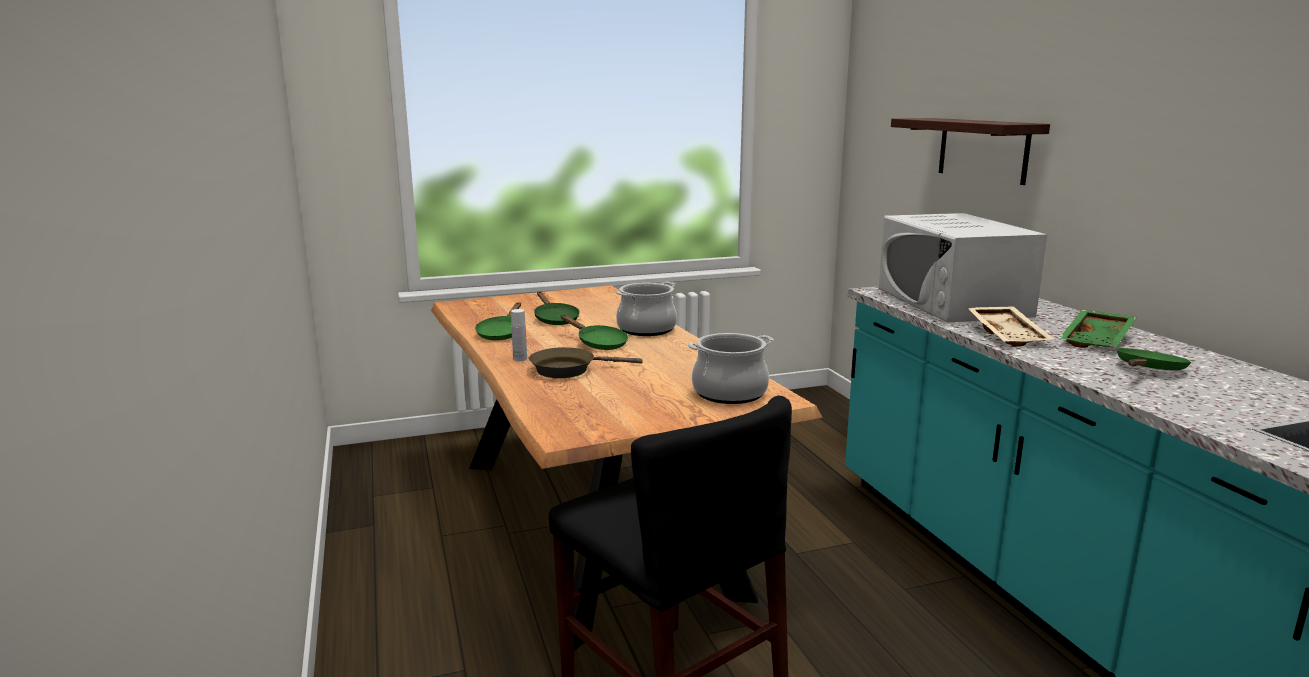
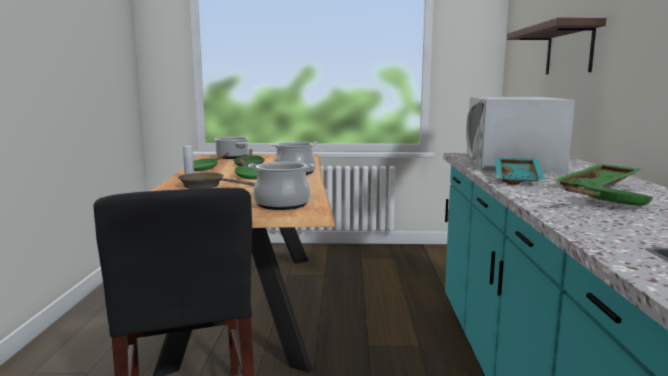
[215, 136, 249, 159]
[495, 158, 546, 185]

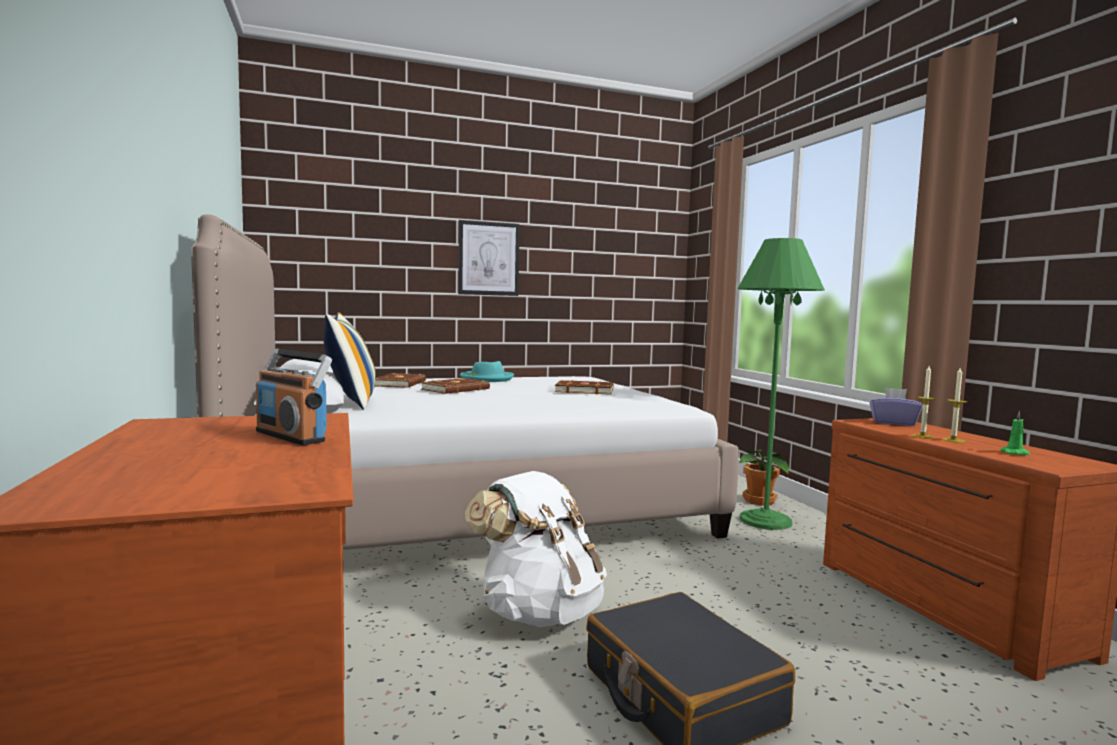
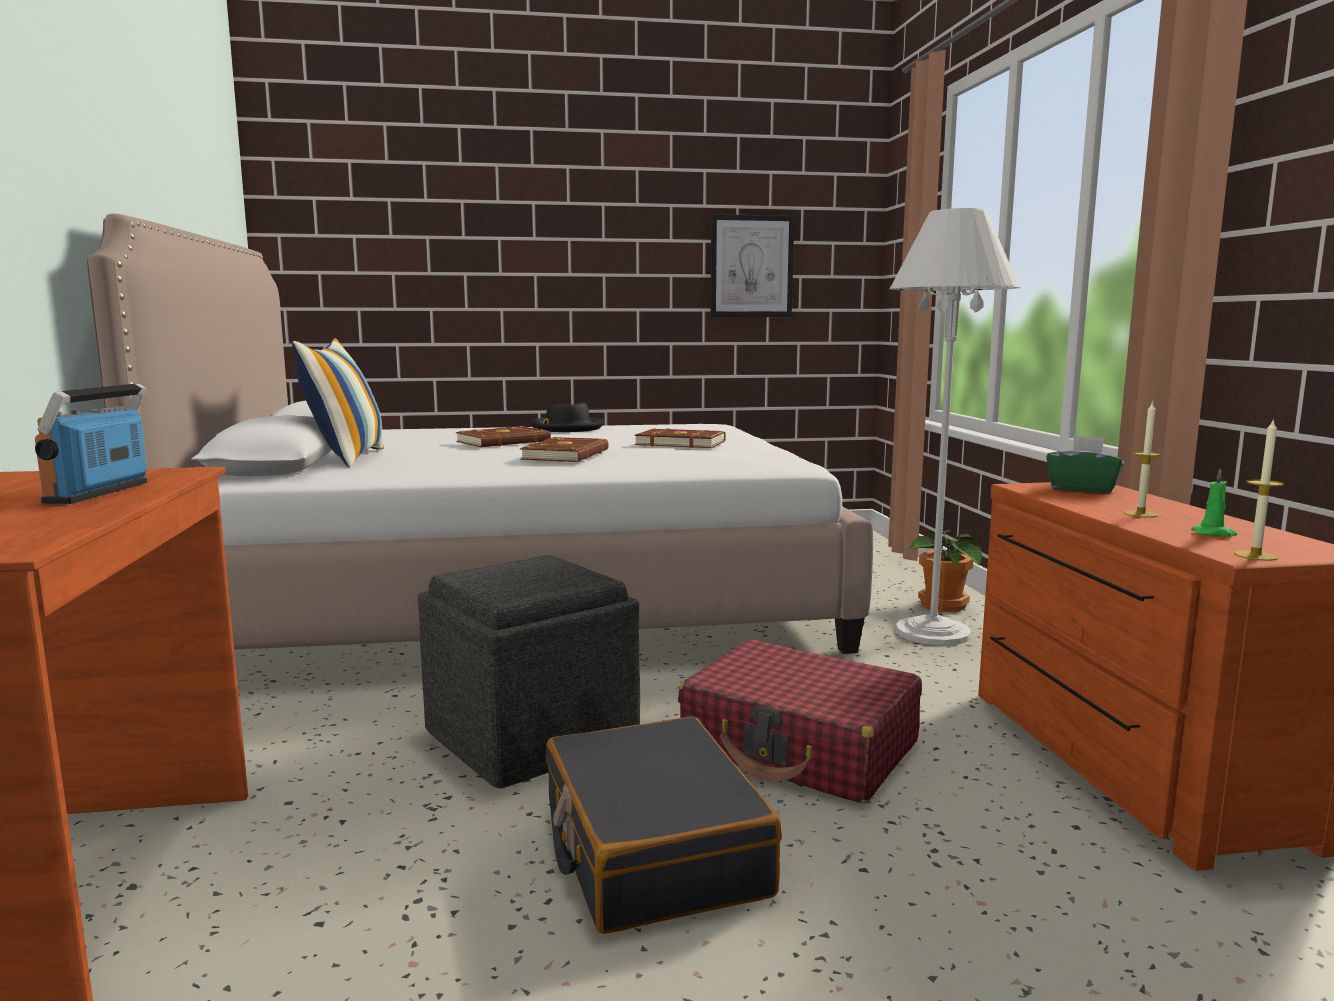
[678, 639, 922, 803]
[520, 437, 609, 462]
[710, 214, 794, 317]
[1234, 418, 1284, 561]
[418, 555, 640, 788]
[530, 403, 605, 432]
[890, 208, 1021, 646]
[1046, 435, 1124, 493]
[35, 384, 147, 504]

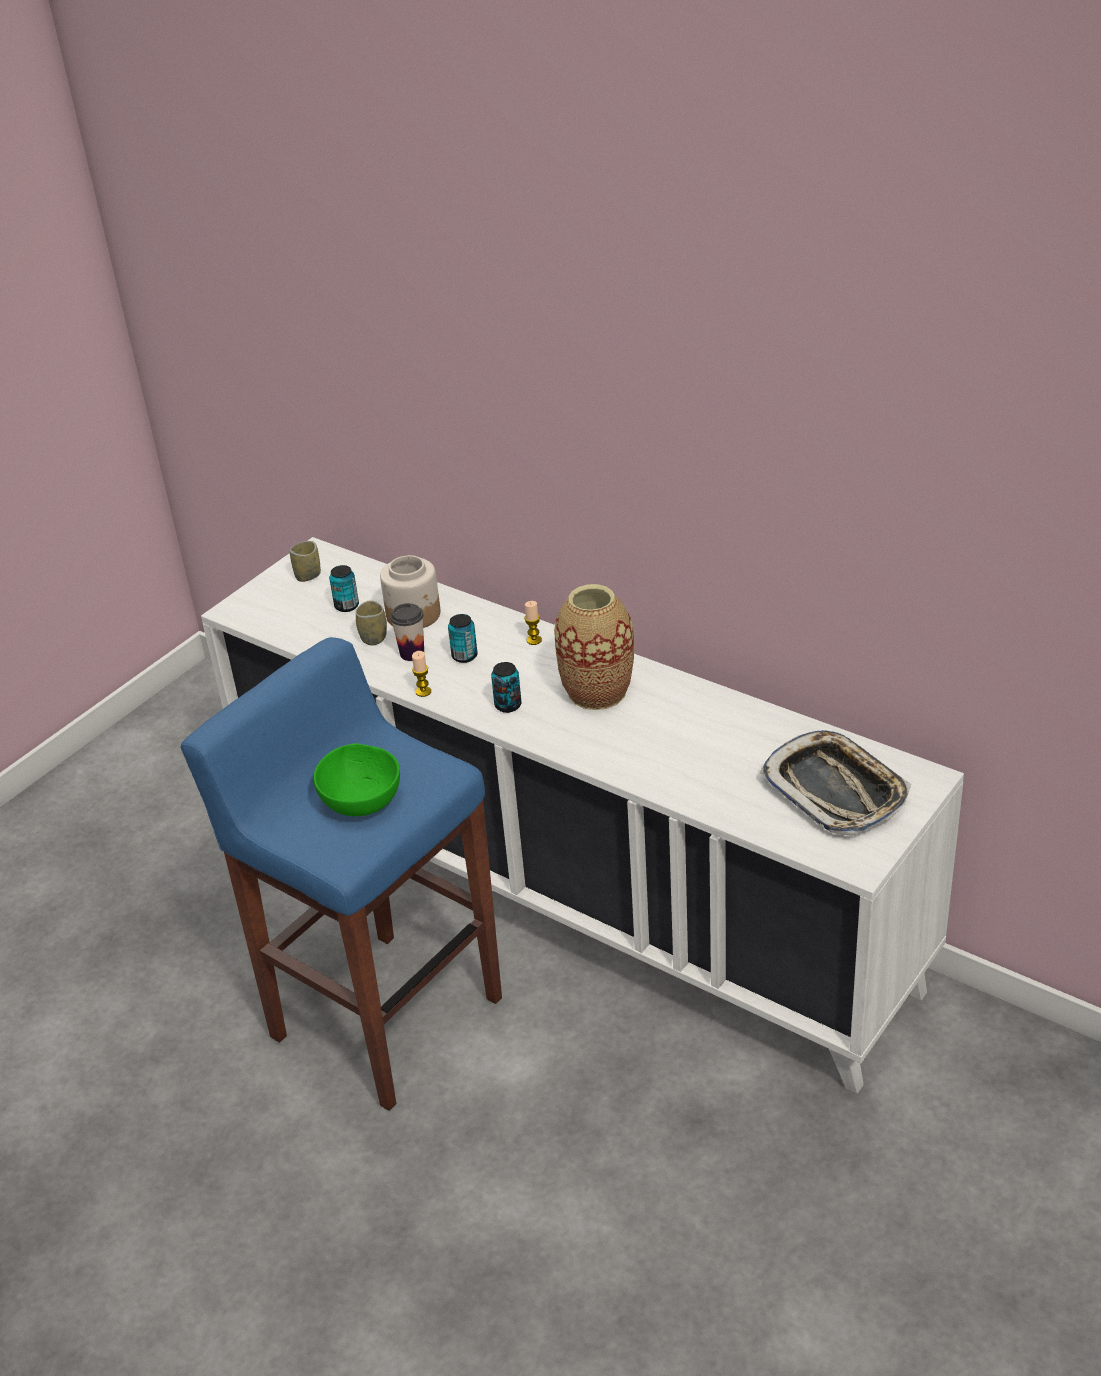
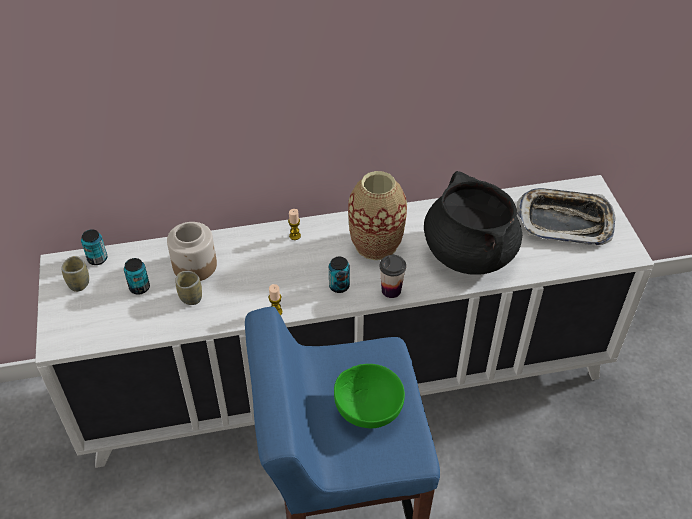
[424, 171, 522, 275]
[379, 255, 406, 298]
[81, 229, 107, 265]

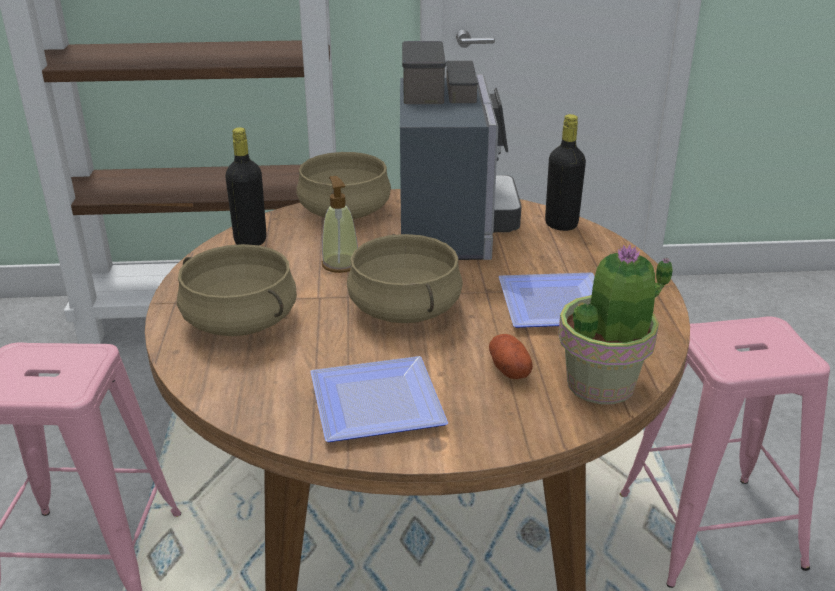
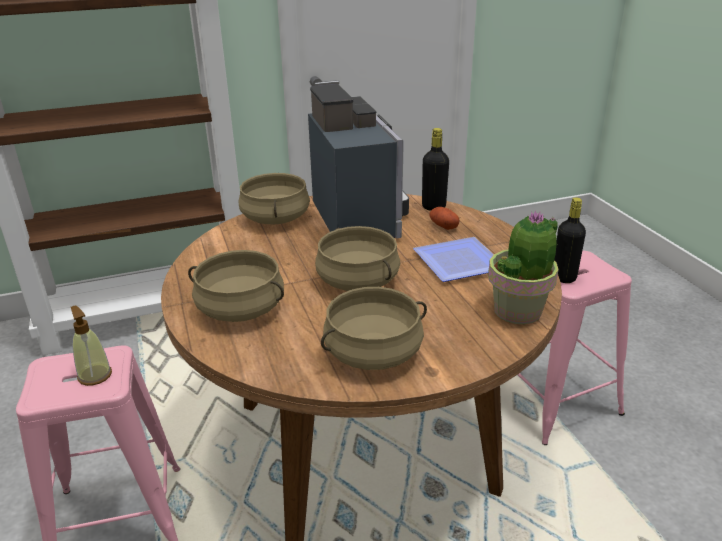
[554, 197, 586, 283]
[71, 306, 112, 386]
[430, 207, 459, 230]
[321, 287, 427, 370]

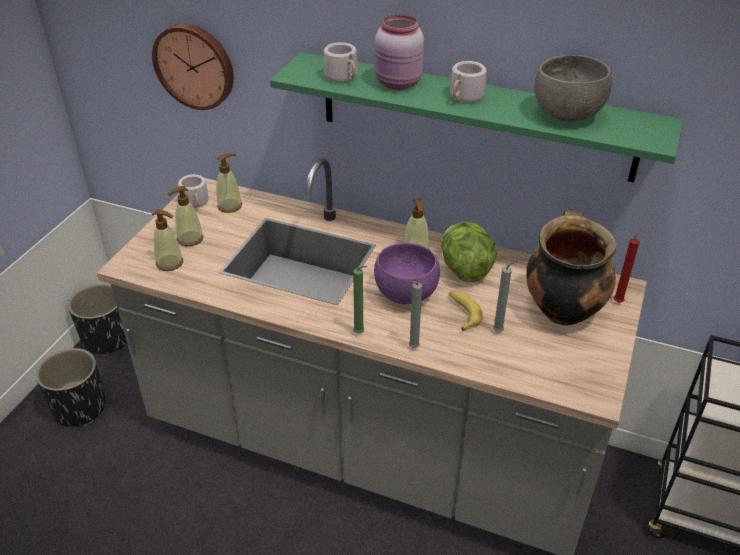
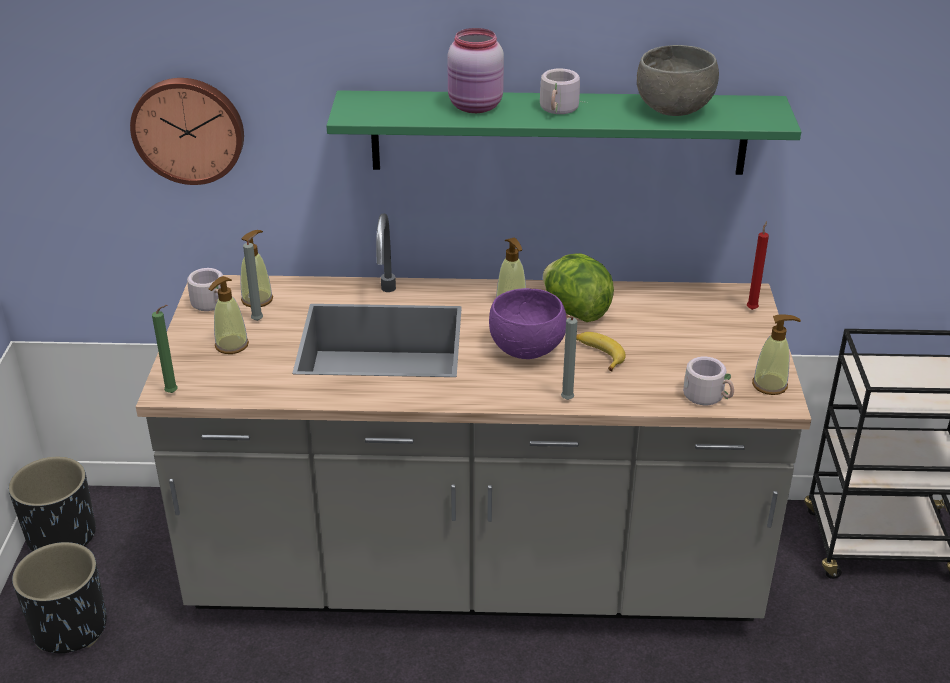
[526, 210, 616, 326] (first image)
[752, 314, 801, 395]
[683, 357, 734, 405]
[152, 305, 178, 393]
[243, 233, 263, 321]

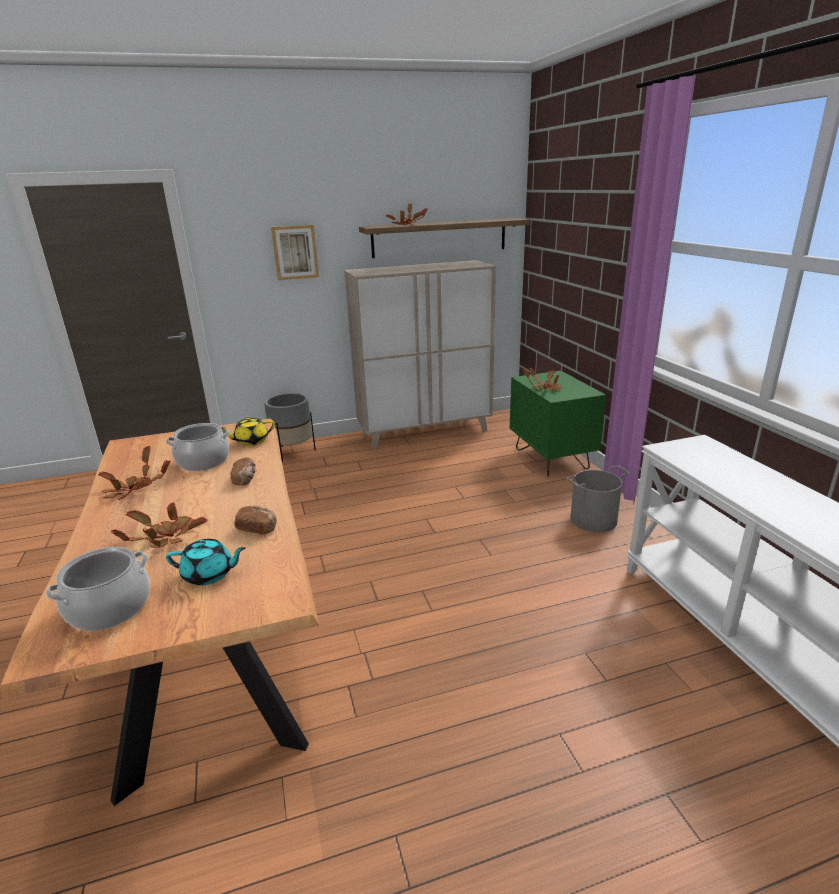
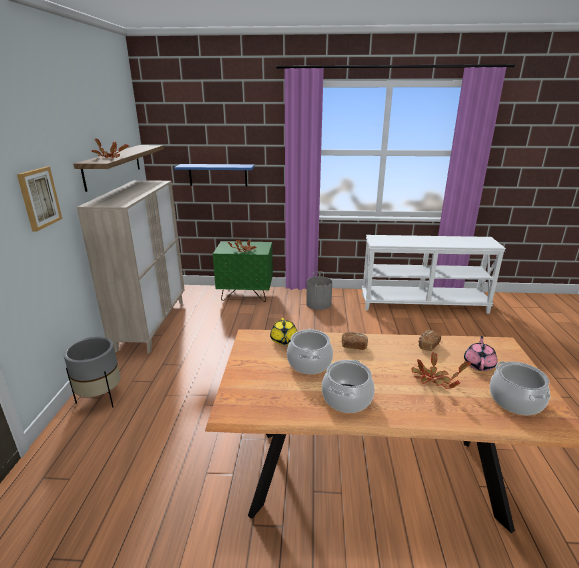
[174, 164, 255, 186]
[322, 360, 375, 413]
[464, 336, 497, 371]

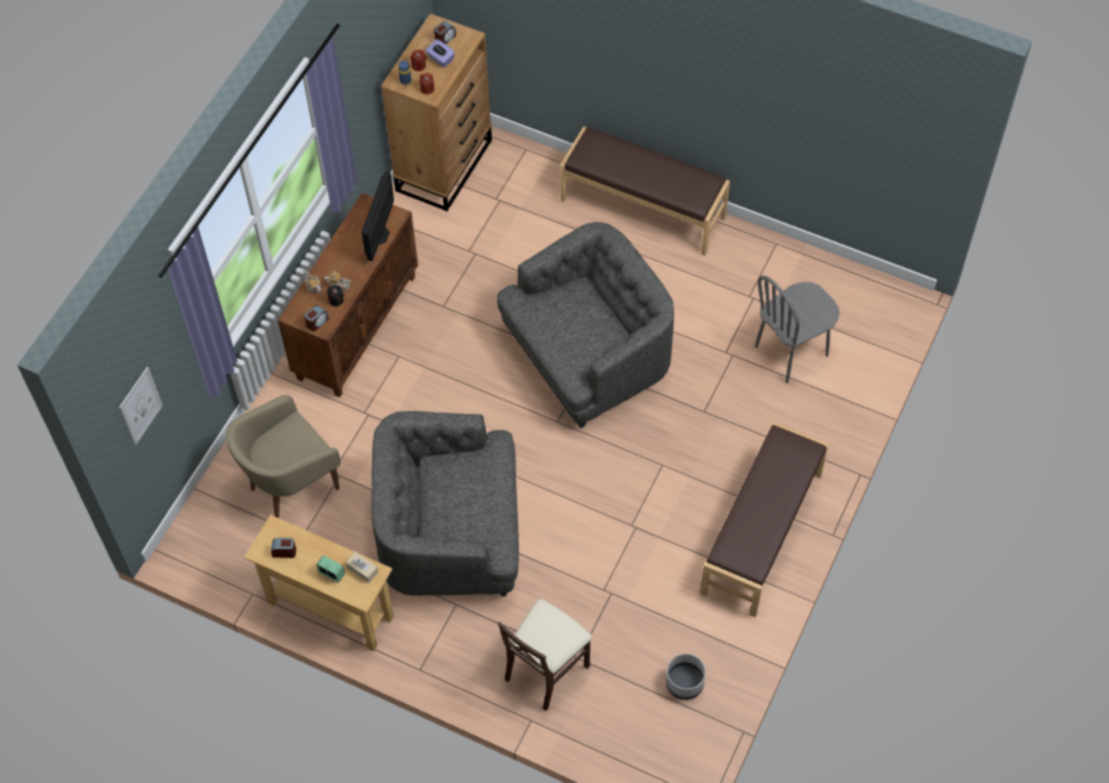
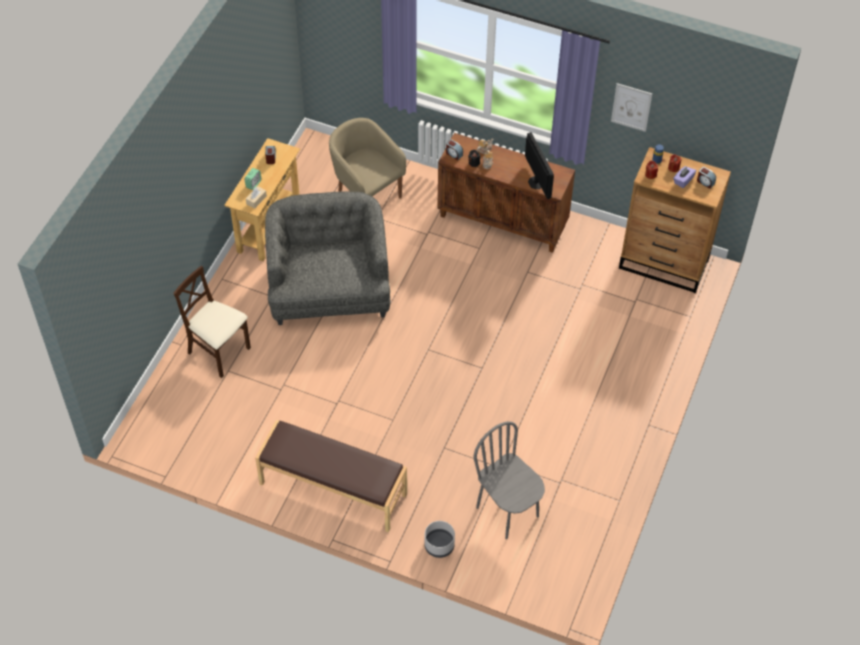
[497, 222, 674, 428] (first image)
[560, 126, 730, 256] (first image)
[611, 83, 652, 132]
[424, 521, 455, 558]
[525, 132, 554, 199]

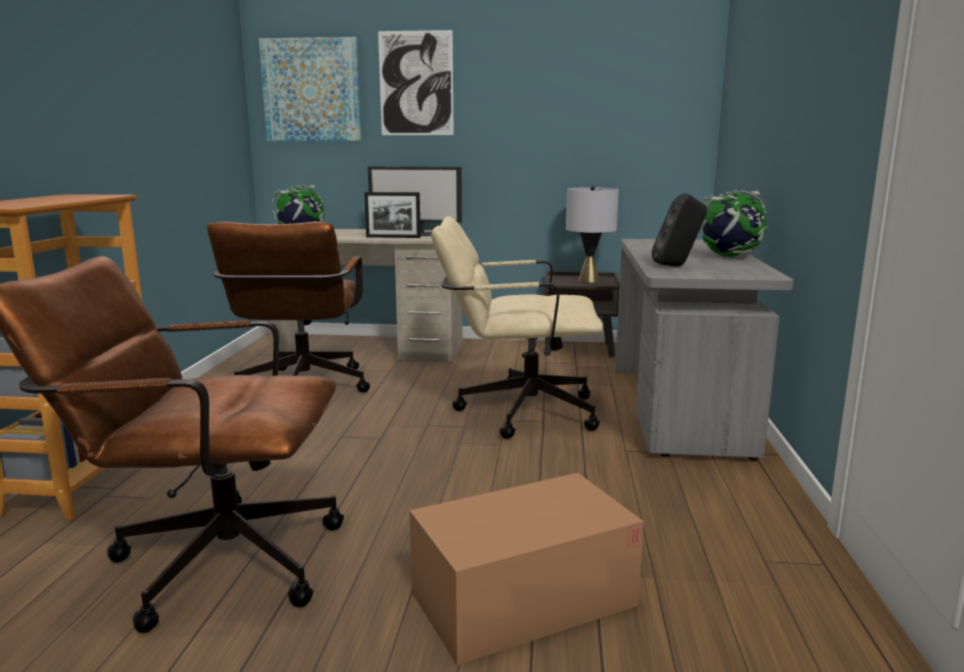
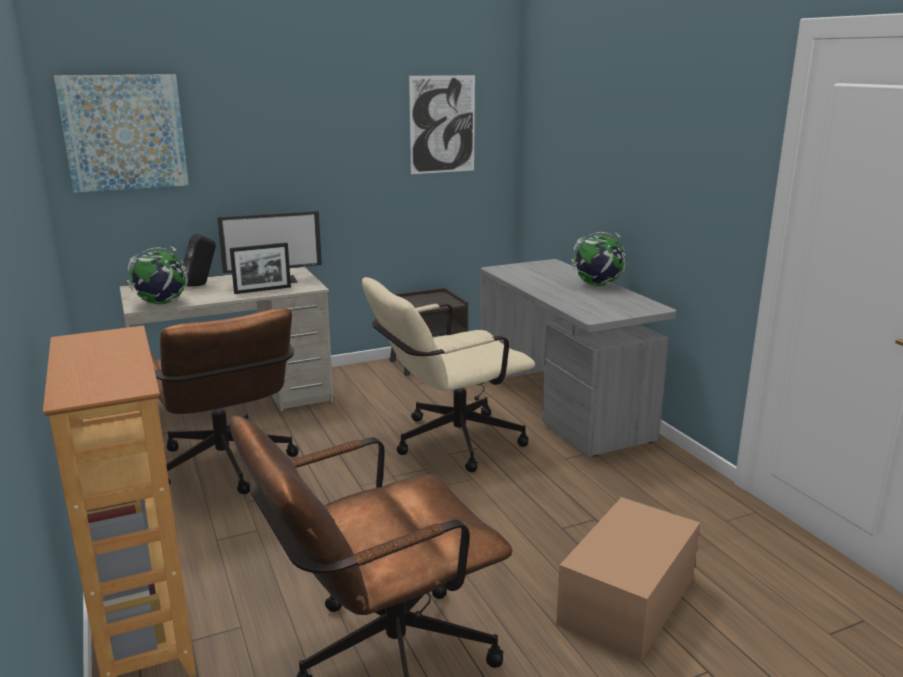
[566, 186, 619, 283] (first image)
[409, 75, 475, 174]
[183, 233, 216, 287]

